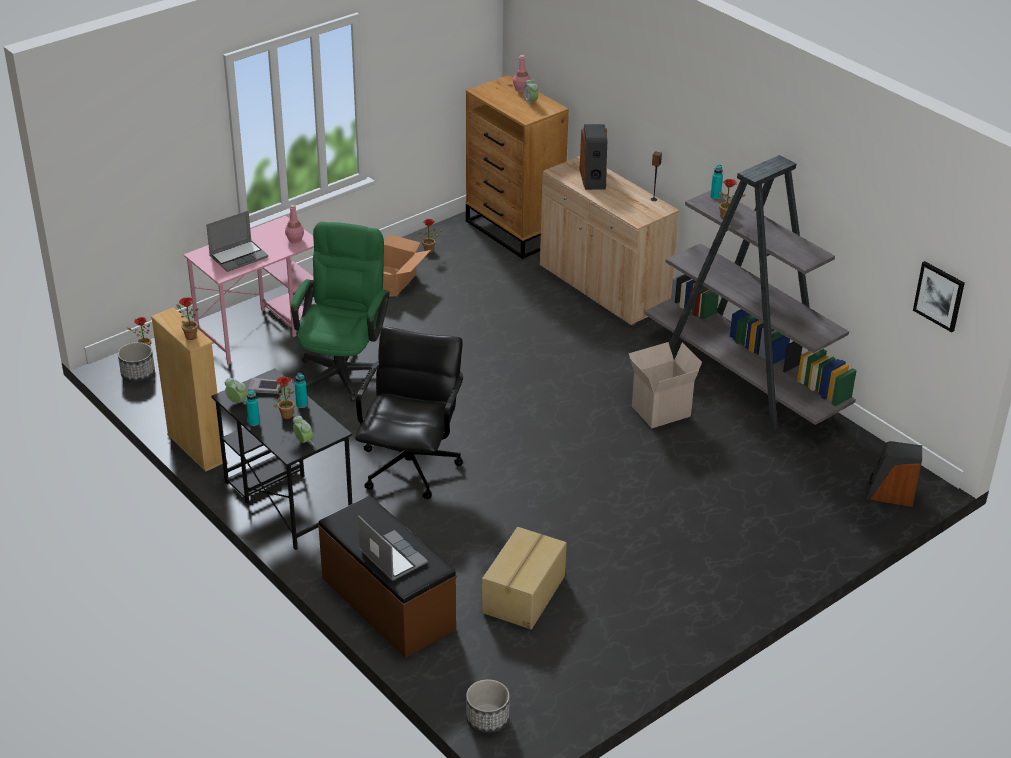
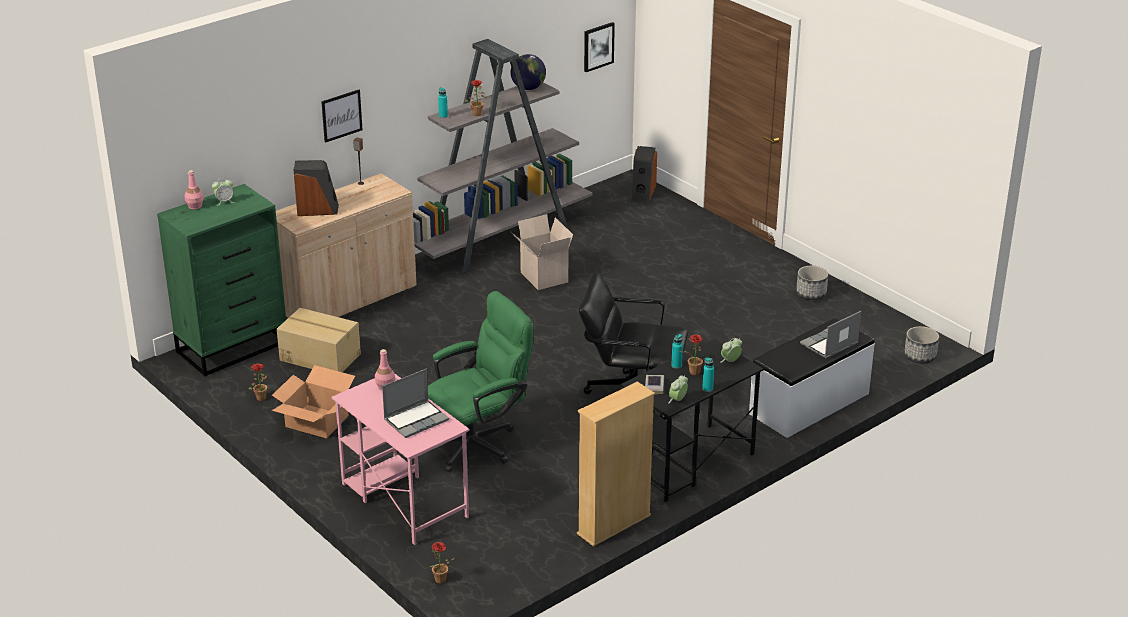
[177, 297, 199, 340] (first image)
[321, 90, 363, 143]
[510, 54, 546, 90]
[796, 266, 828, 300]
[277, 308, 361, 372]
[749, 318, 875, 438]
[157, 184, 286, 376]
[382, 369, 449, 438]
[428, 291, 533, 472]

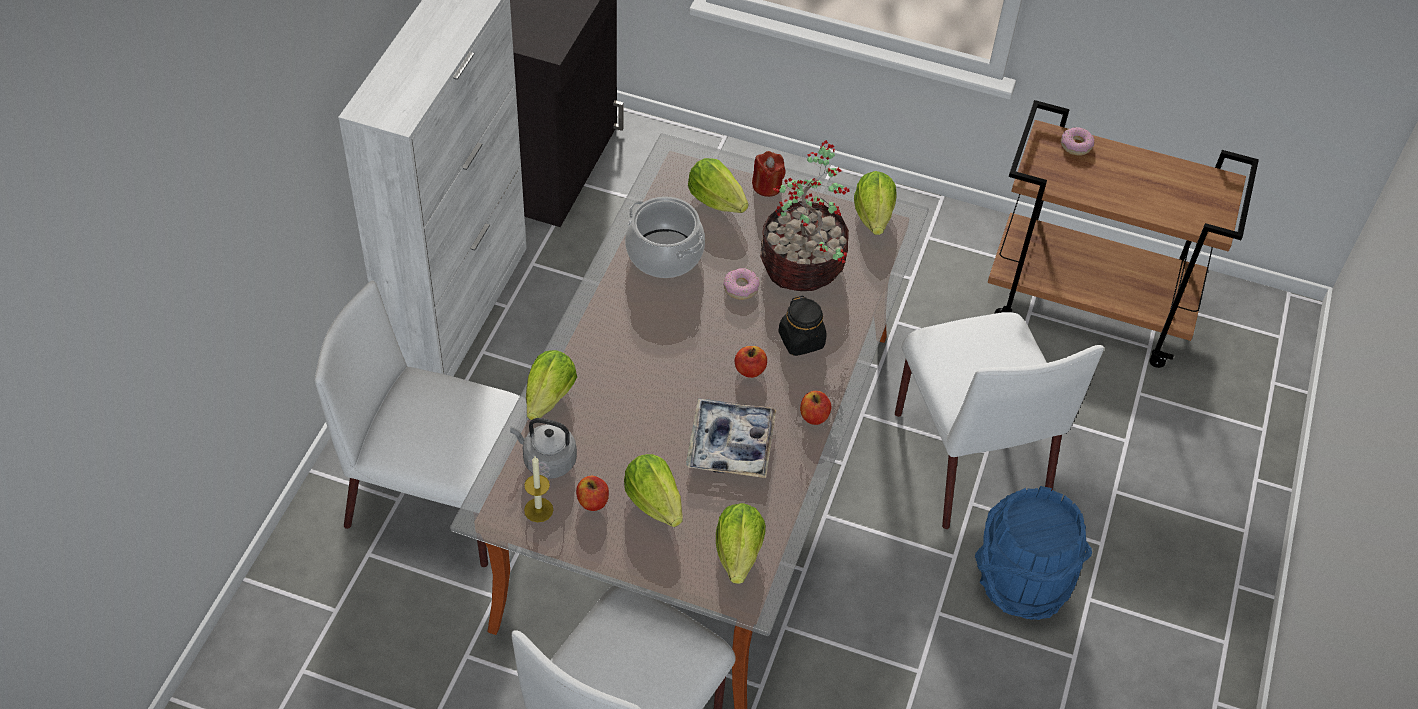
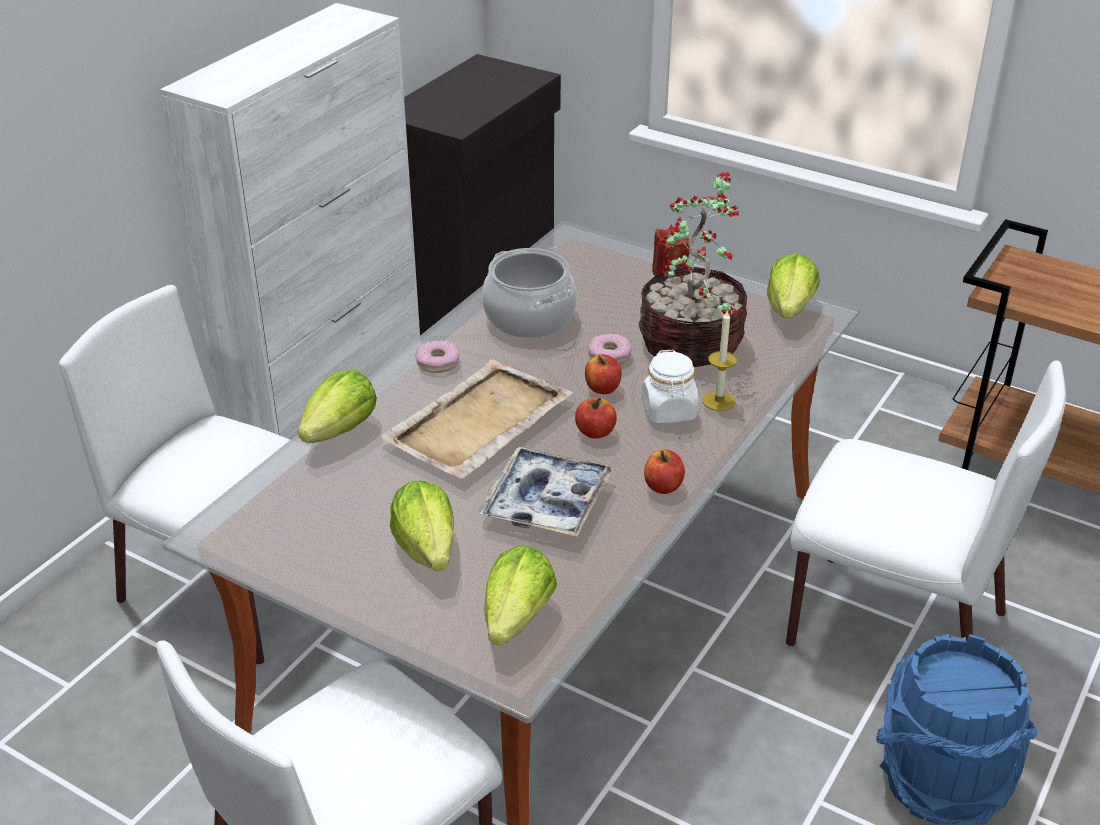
[510, 418, 577, 479] (first image)
[688, 158, 748, 213] (first image)
[379, 359, 573, 479]
[702, 309, 737, 411]
[585, 354, 622, 394]
[415, 340, 460, 373]
[642, 350, 698, 423]
[786, 360, 1066, 646]

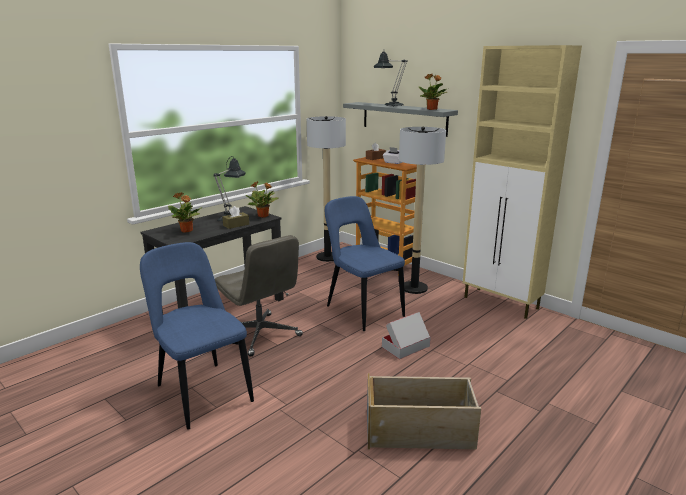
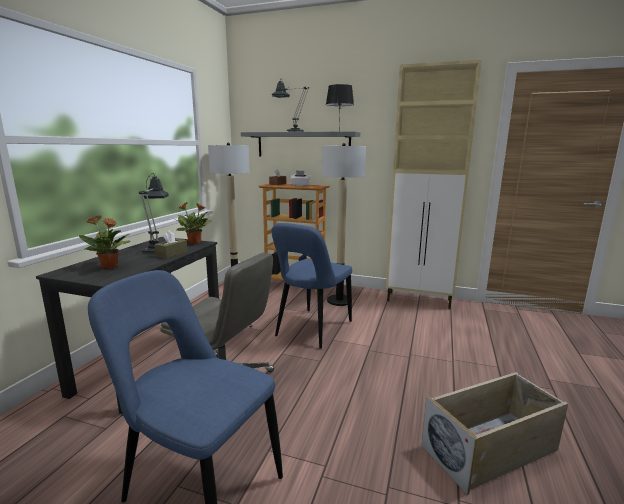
[382, 312, 431, 359] (first image)
[326, 84, 354, 128]
[272, 223, 352, 349]

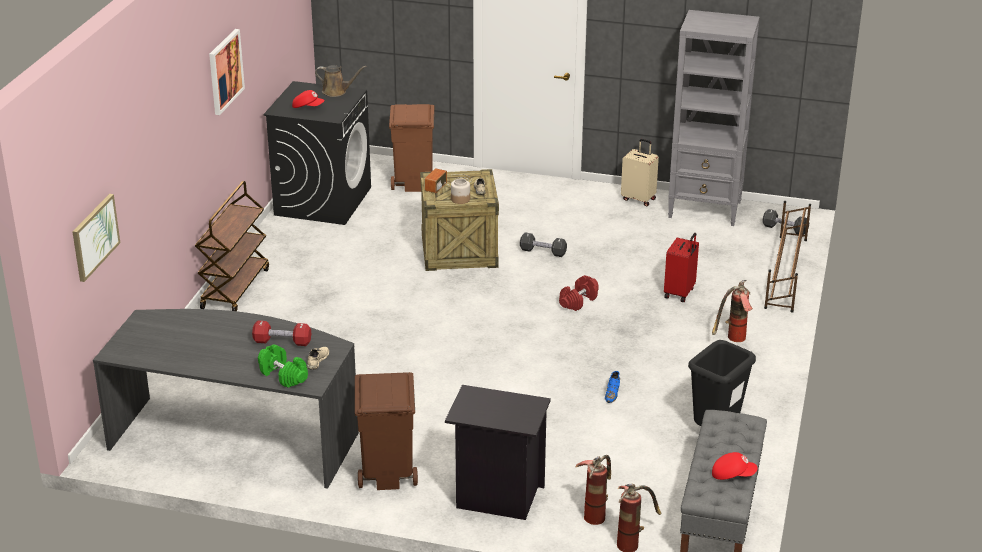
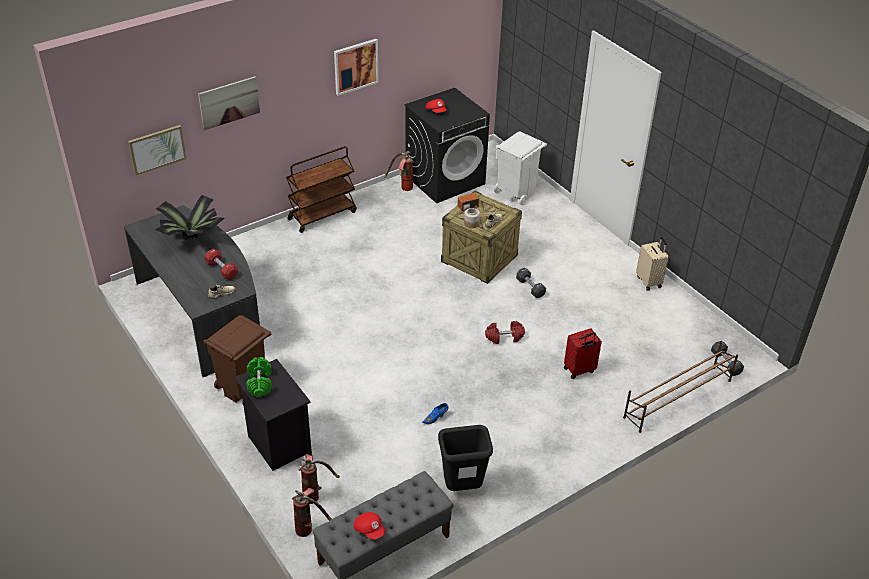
[315, 65, 367, 97] (first image)
[668, 10, 760, 226] (first image)
[155, 195, 225, 240]
[198, 76, 260, 130]
[246, 357, 272, 397]
[384, 151, 414, 191]
[494, 131, 547, 205]

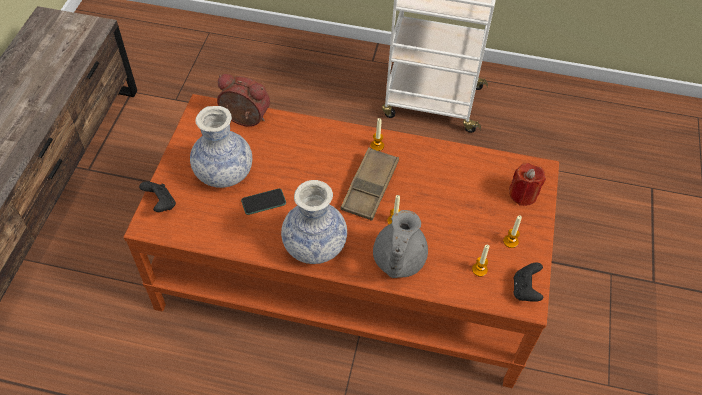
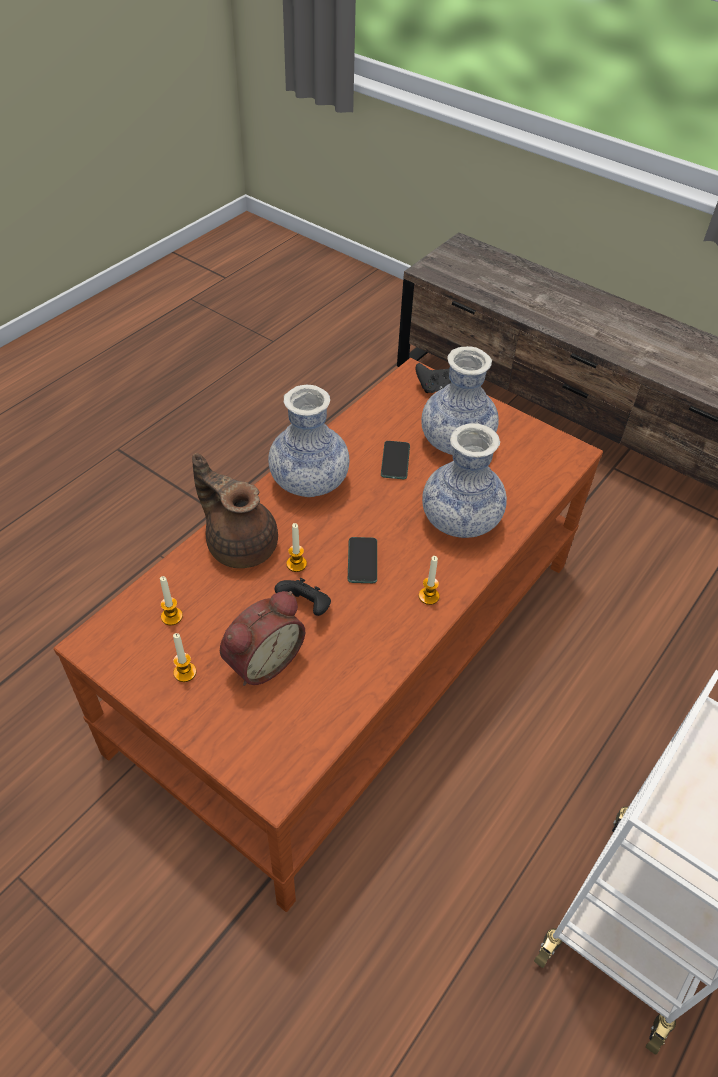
[509, 163, 546, 206] (first image)
[422, 423, 507, 538]
[220, 591, 305, 686]
[275, 578, 331, 616]
[348, 537, 377, 583]
[192, 453, 278, 568]

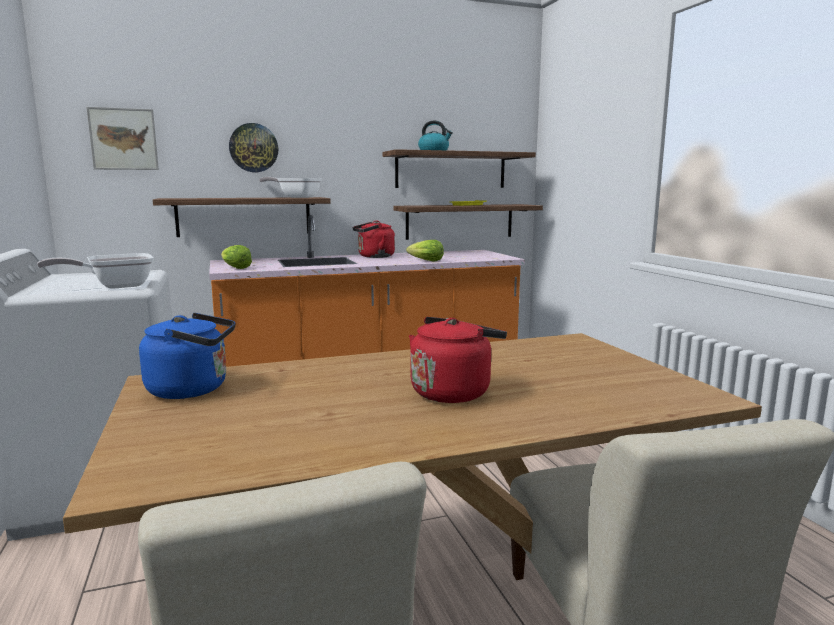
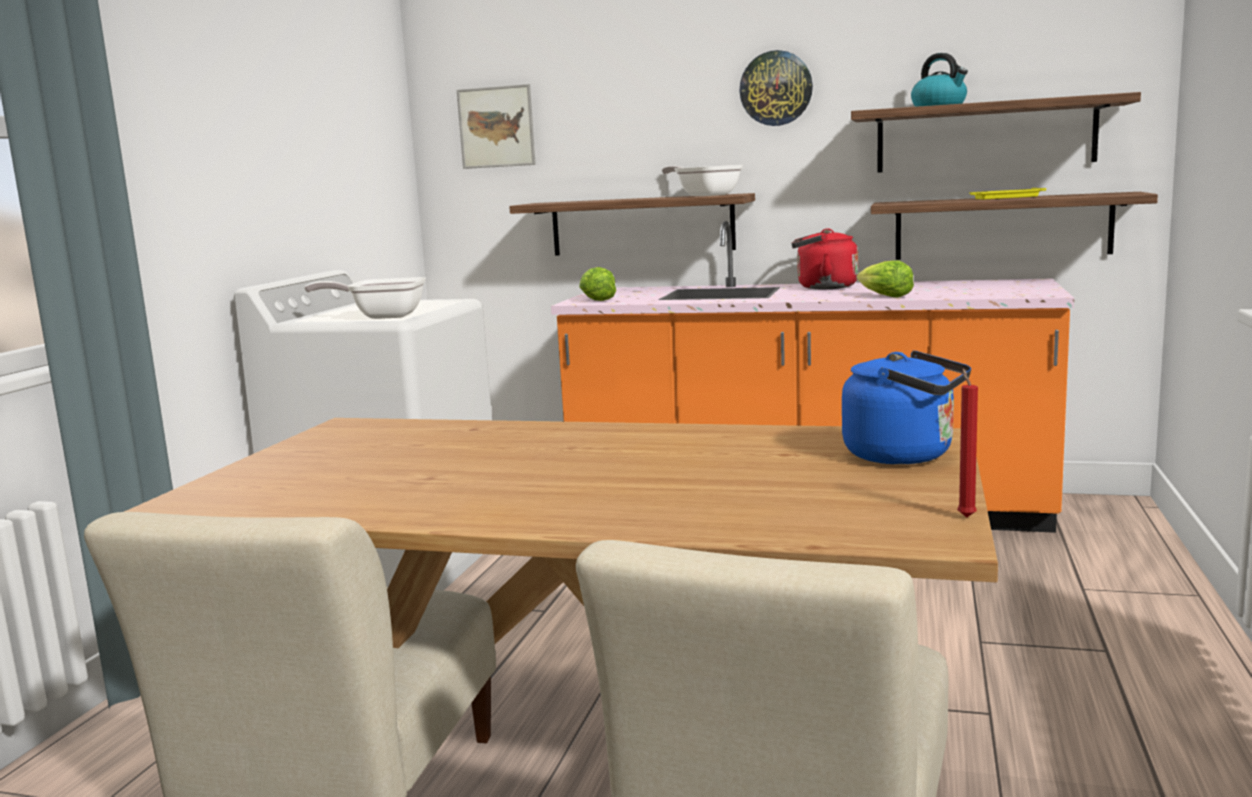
[409, 317, 507, 403] (first image)
[957, 368, 978, 517]
[842, 351, 971, 464]
[740, 50, 813, 126]

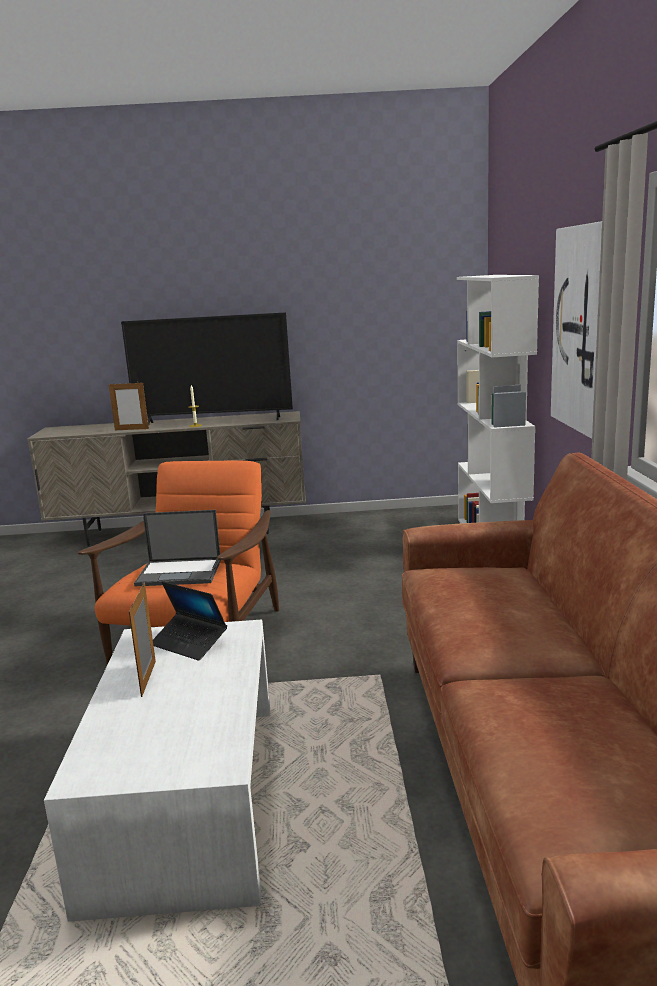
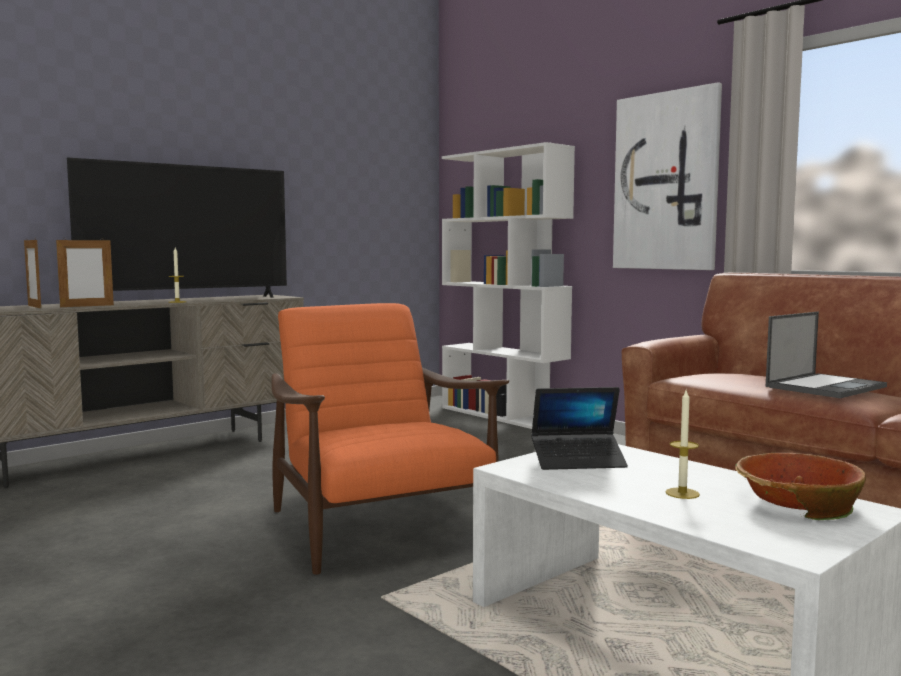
[665, 390, 700, 499]
[735, 453, 866, 520]
[24, 238, 41, 308]
[766, 312, 887, 398]

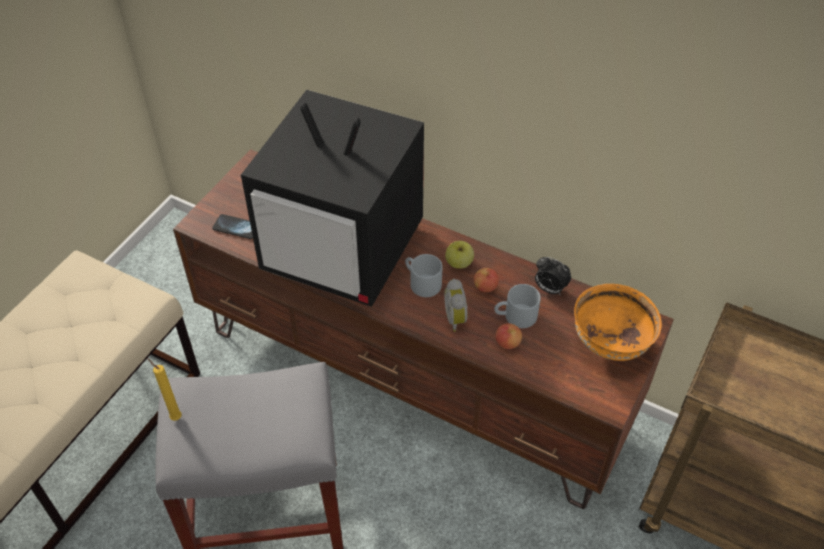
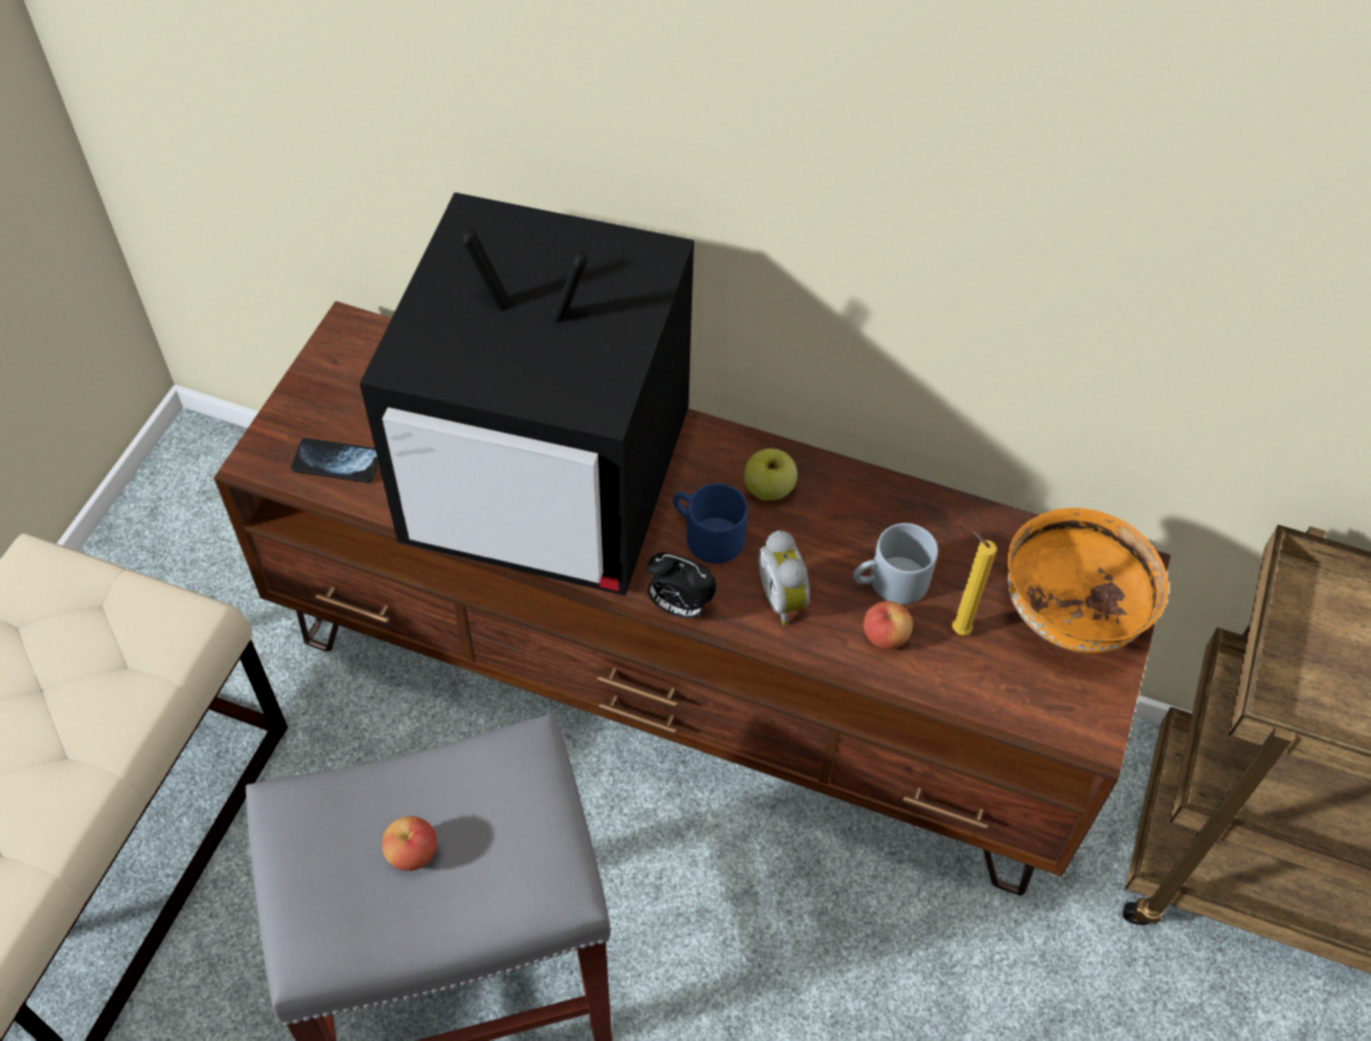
[952, 531, 997, 635]
[382, 816, 437, 871]
[647, 552, 717, 618]
[673, 483, 748, 563]

